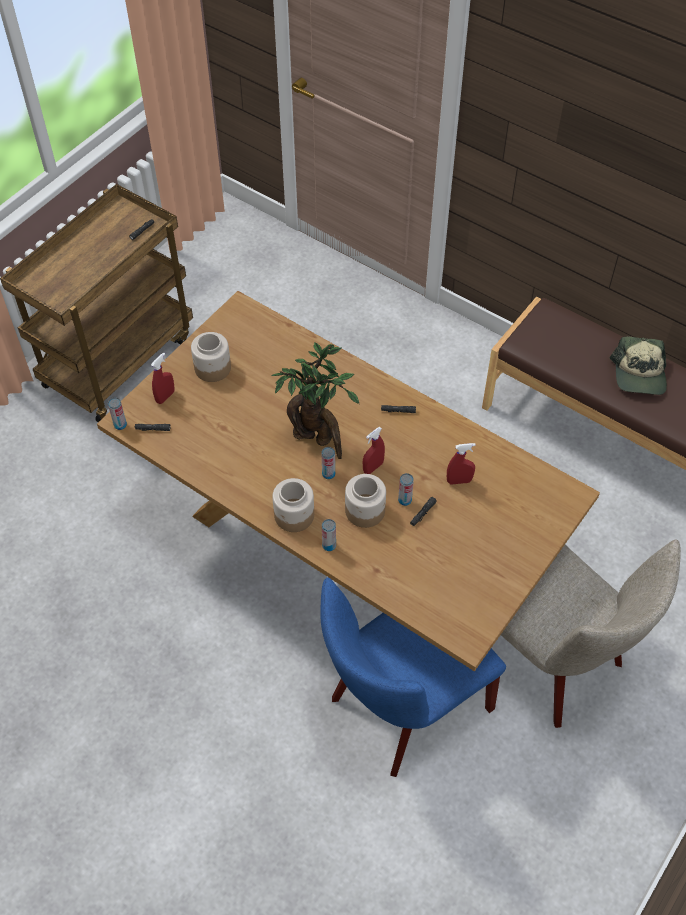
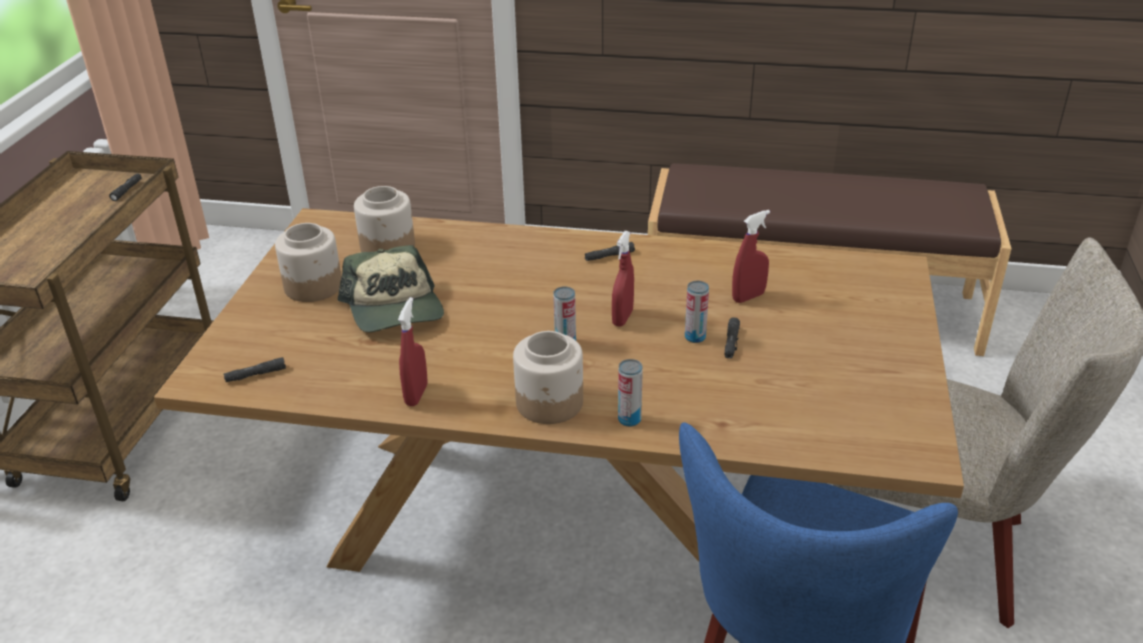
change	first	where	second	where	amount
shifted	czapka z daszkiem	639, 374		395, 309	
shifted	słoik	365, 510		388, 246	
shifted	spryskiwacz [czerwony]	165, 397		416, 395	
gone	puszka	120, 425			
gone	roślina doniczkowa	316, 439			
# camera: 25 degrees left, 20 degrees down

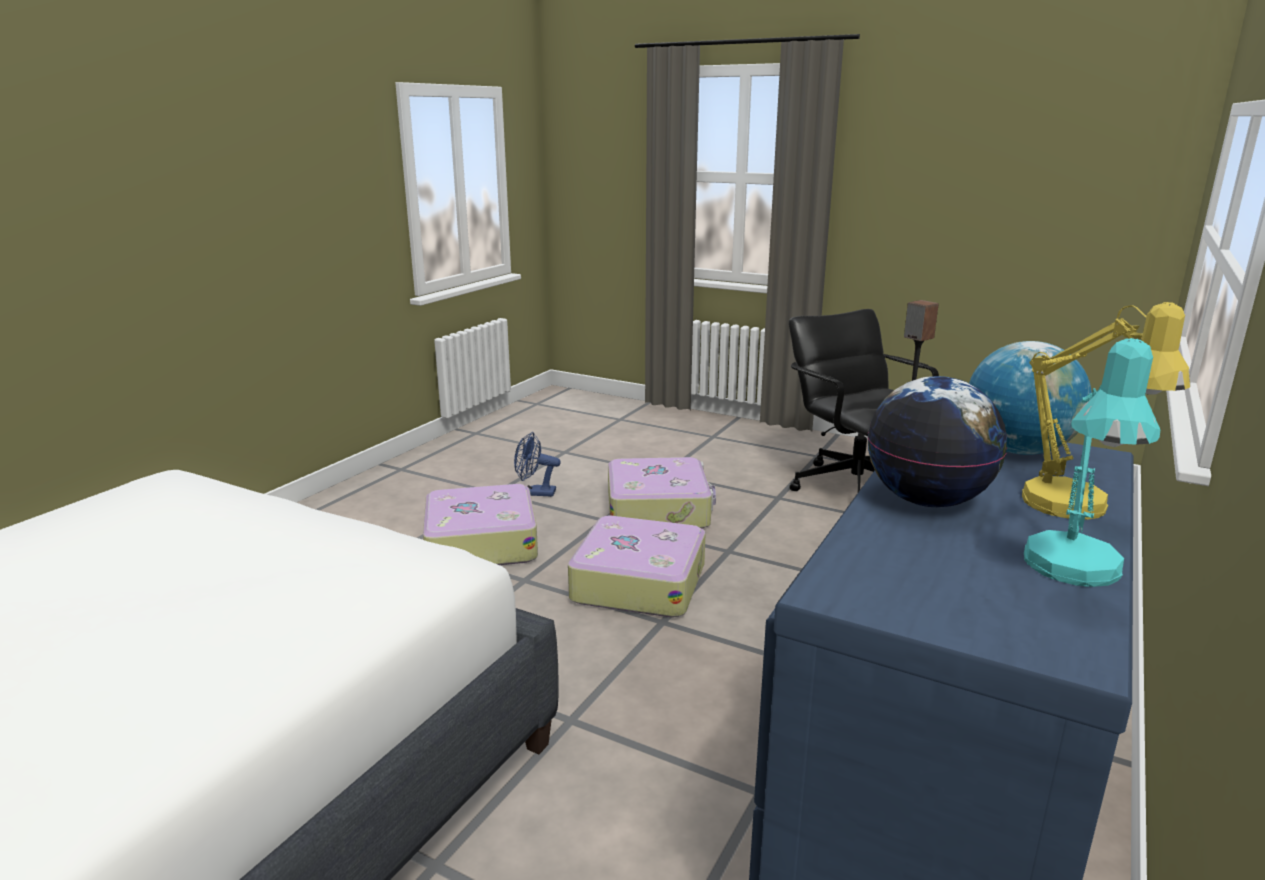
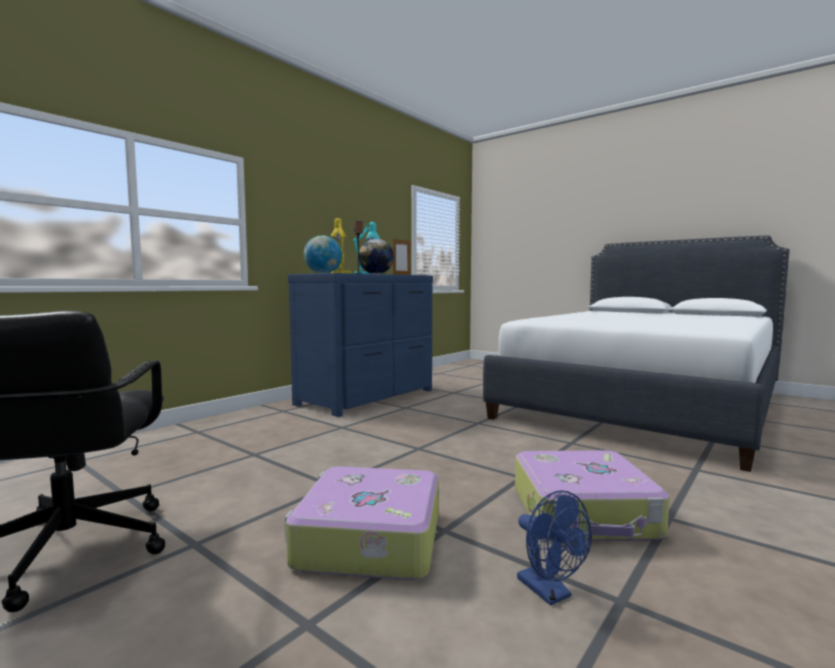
change	first	where	second	where	amount
new			ramka na zdjęcie	401, 274	
rotated	wentylator [niebieski]	535, 493		550, 593	45 degrees clockwise
gone	walizka	638, 582			
# camera: 170 degrees left, 15 degrees down

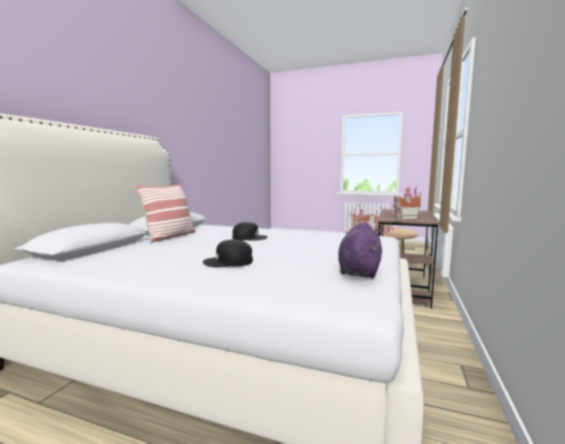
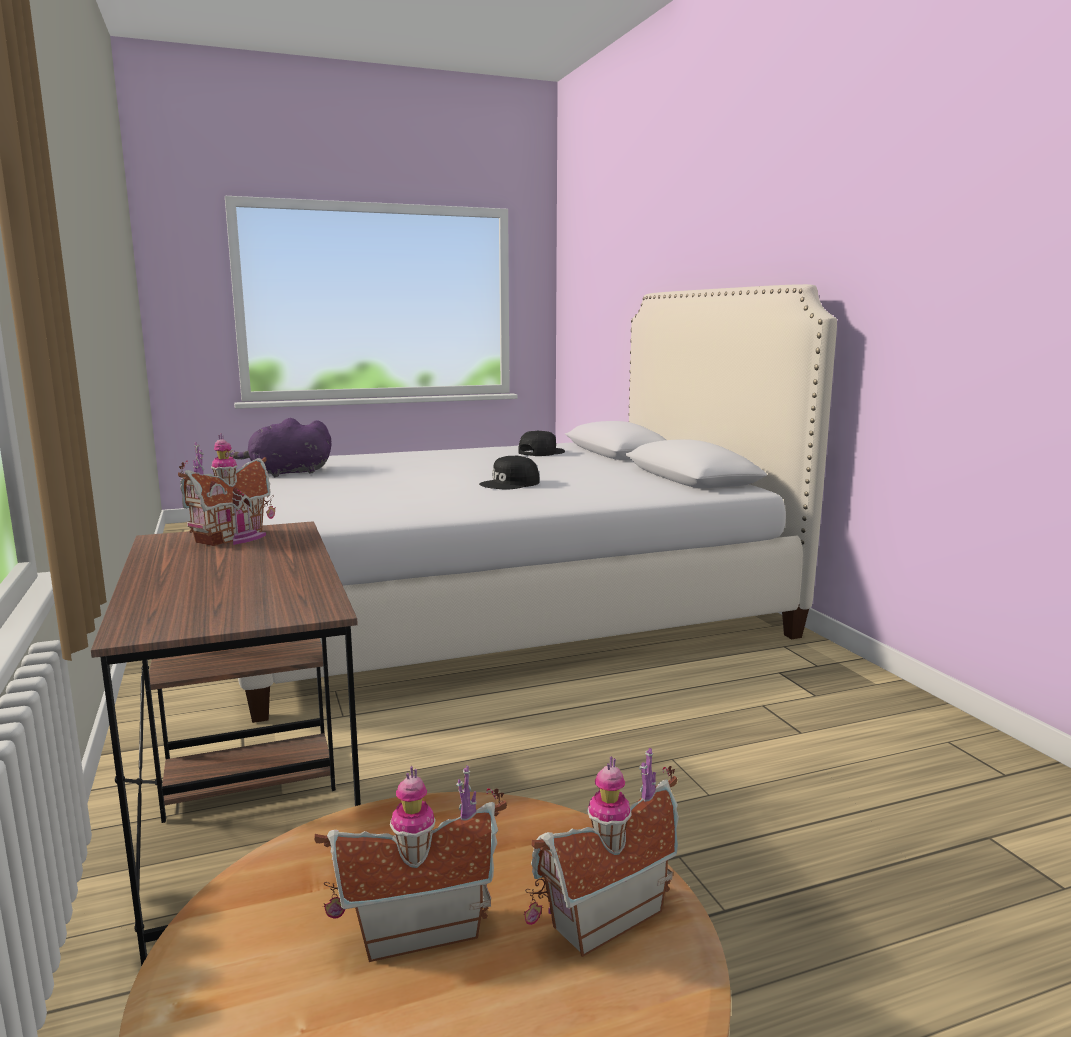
change	first	where	second	where	amount
rotated	pluszak [fioletowy]	359, 270		287, 473	90 degrees clockwise
shifted	czapka z daszkiem [czarny]	229, 262		540, 452	
gone	poduszka	170, 236			
# camera: 140 degrees right, 5 degrees up

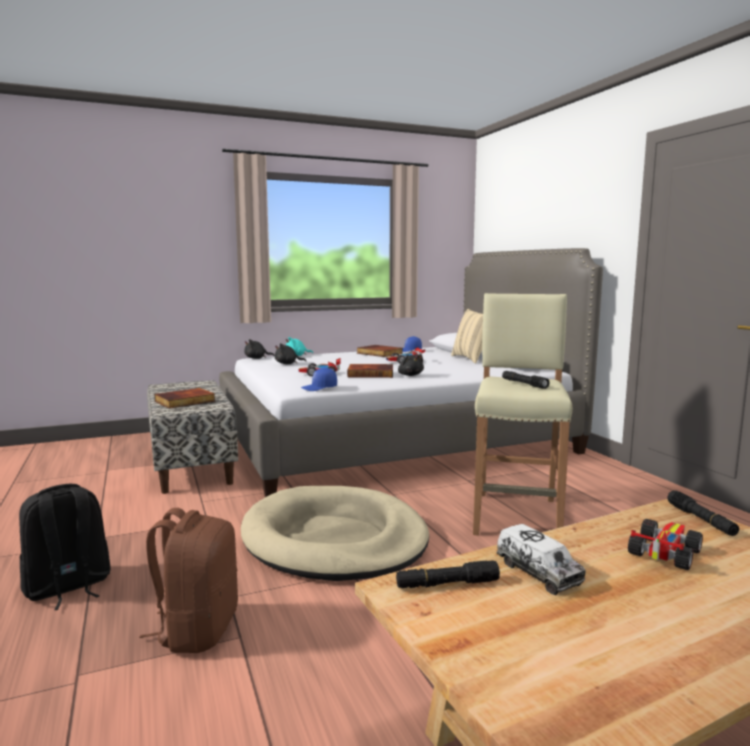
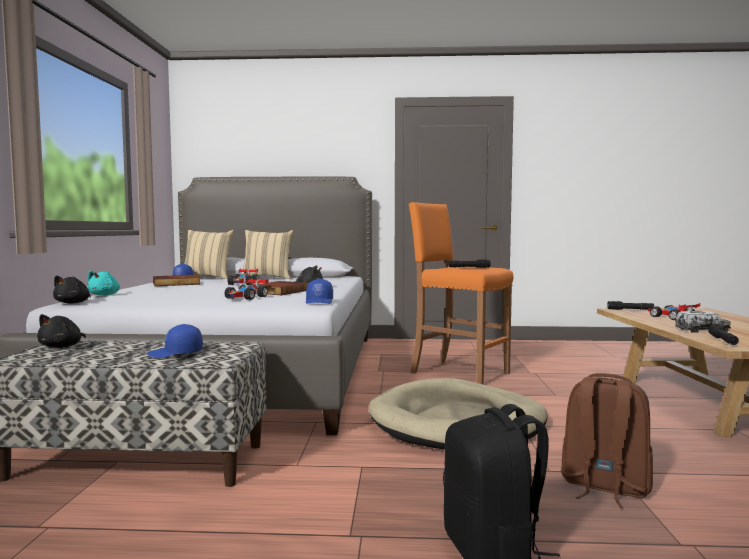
change	first	where	second	where	amount
shifted	pluszak [czarny]	287, 364		62, 347	
swapped	książka	185, 401	czapka z daszkiem [niebieski]	175, 354	
new			poduszka [beżowy]	208, 277	
repainted	stołek [beżowy]	516, 515	stołek [pomarańczowy]	458, 373	
# camera: 65 degrees left, 5 degrees down

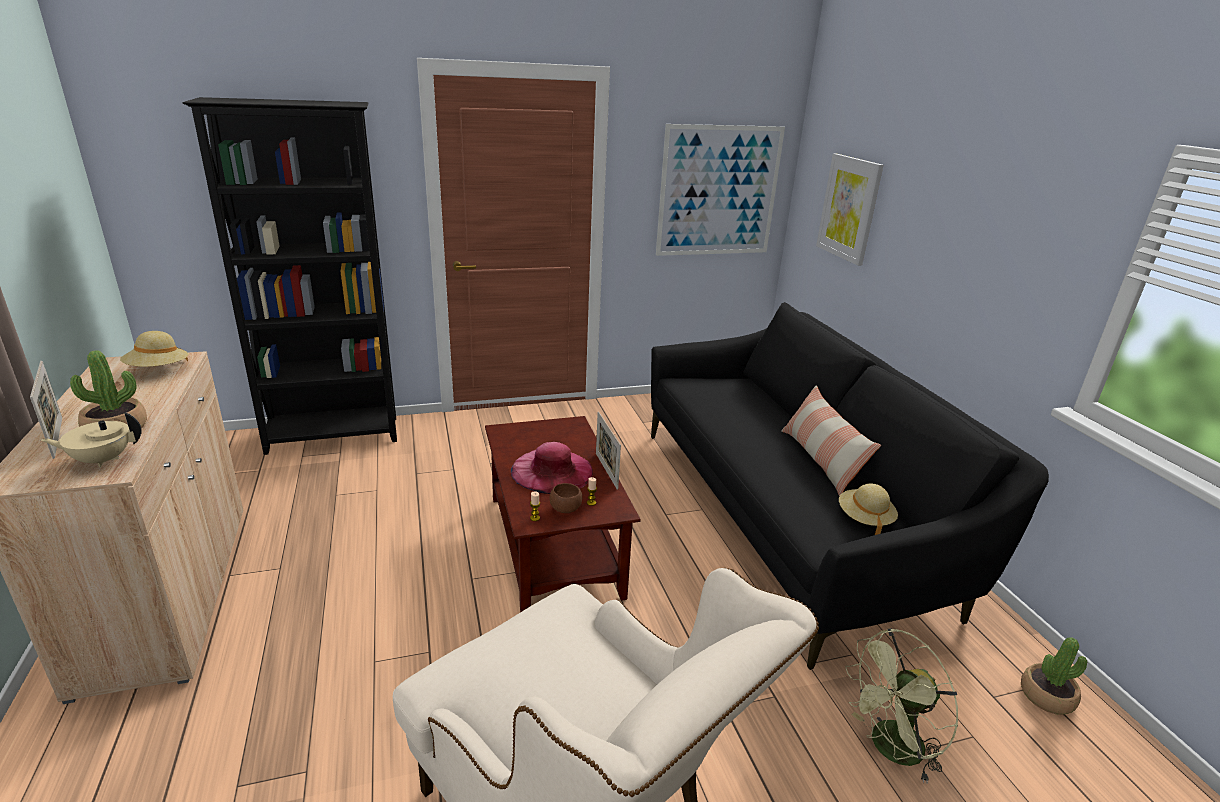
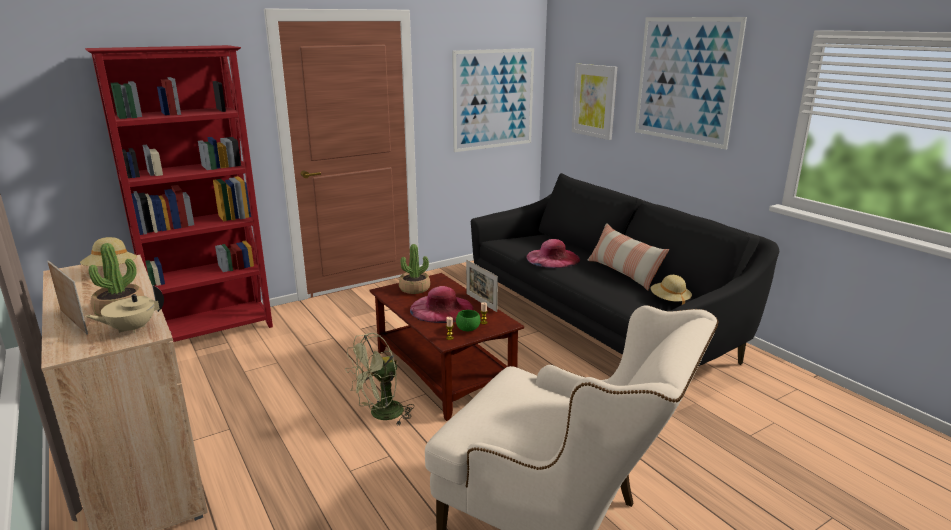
change	first	where	second	where	amount
repainted	regał [czarny]	334, 436	regał [czerwony]	214, 332	
shifted	wentylator [zielony]	889, 749		381, 415	
shifted	roślina doniczkowa	1046, 696		414, 289	
repainted	miska [brązowy]	566, 509	miska [zielony]	468, 329	
new			kapelusz [różowy]	553, 258	
new			obraz	685, 80	
# camera: 15 degrees left, 5 degrees down

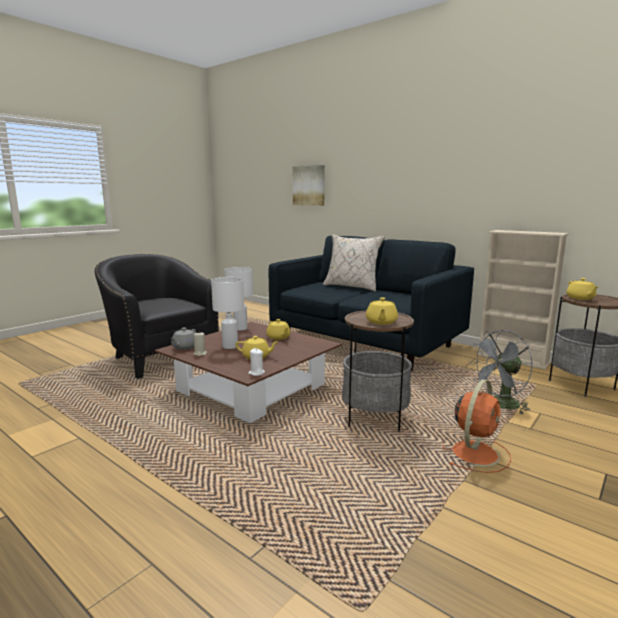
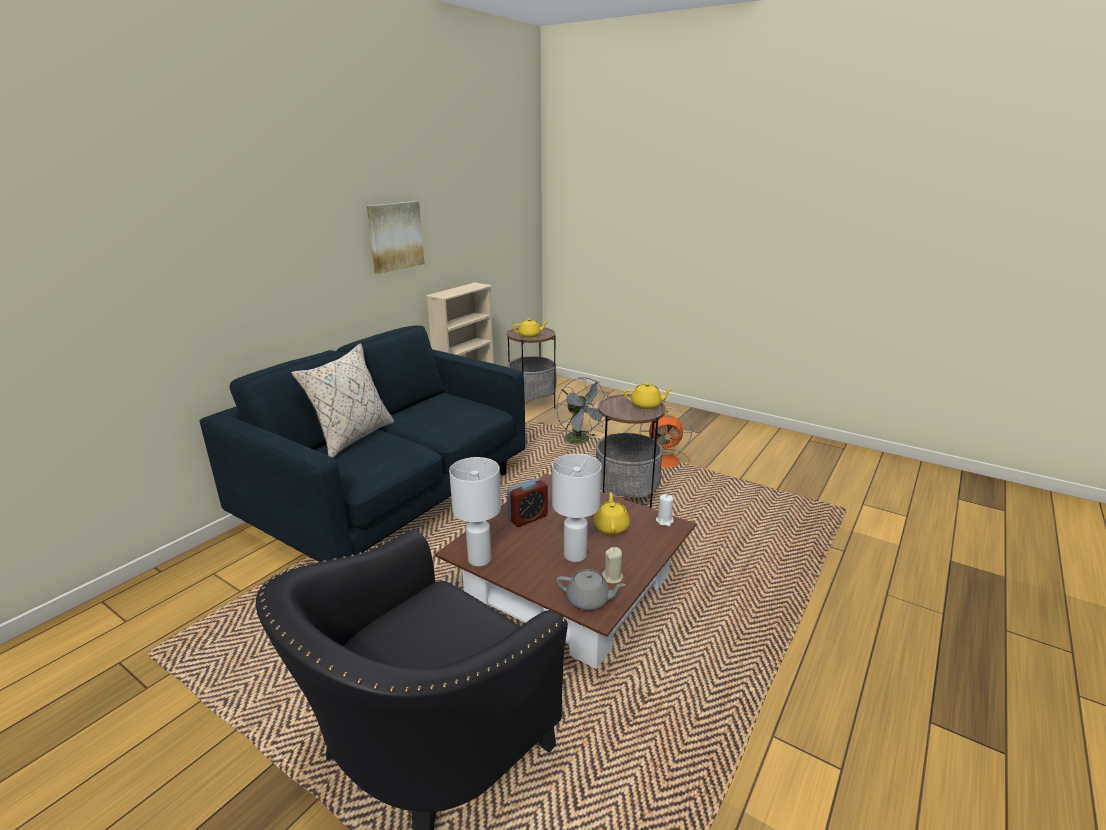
change	first	where	second	where	amount
shifted	obraz	309, 185		395, 236	
swapped	imbryk [żółty]	278, 337	budzik	528, 518	
rotated	wentylator [pomarańczowy]	475, 452		665, 460	150 degrees clockwise
# camera: 95 degrees left, 10 degrees up

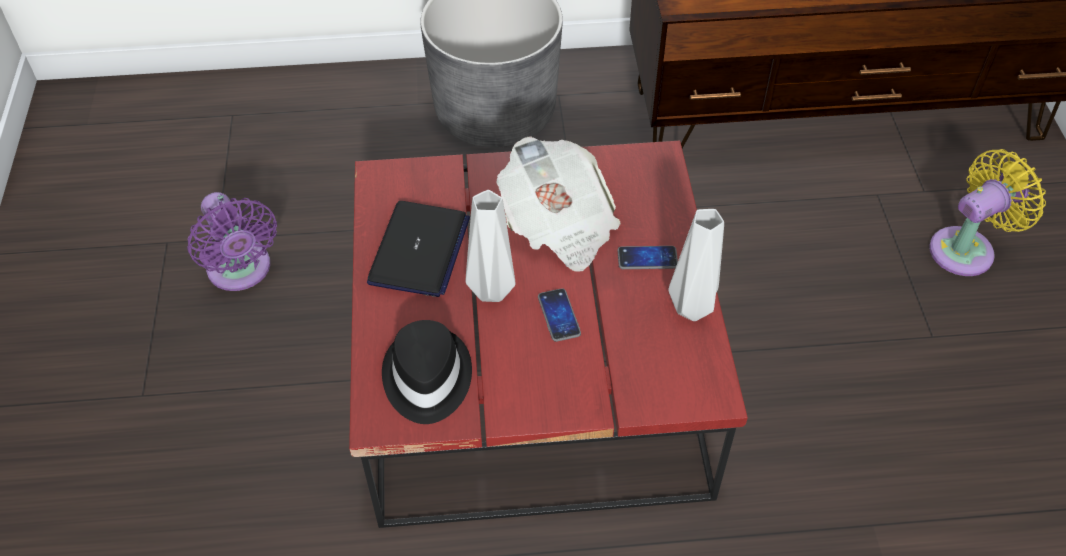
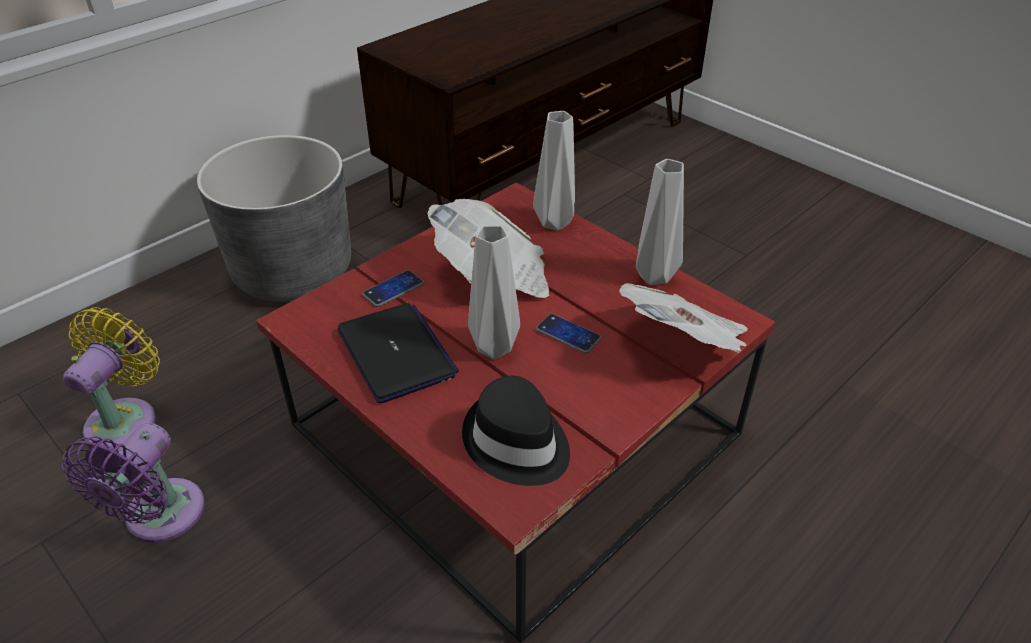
change	first	where	second	where	amount
rotated	wentylator [fioletowy]	241, 271		159, 518	90 degrees clockwise
shifted	wentylator [żółty]	967, 249		126, 419	
shifted	telefon	647, 258		393, 289	
new			wazon [szary]	553, 223	
new			gazeta	684, 343	
# camera: 40 degrees left, 10 degrees down

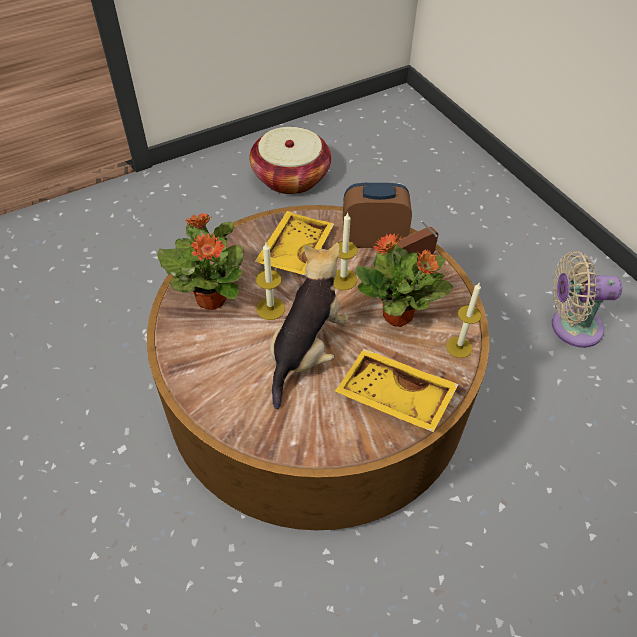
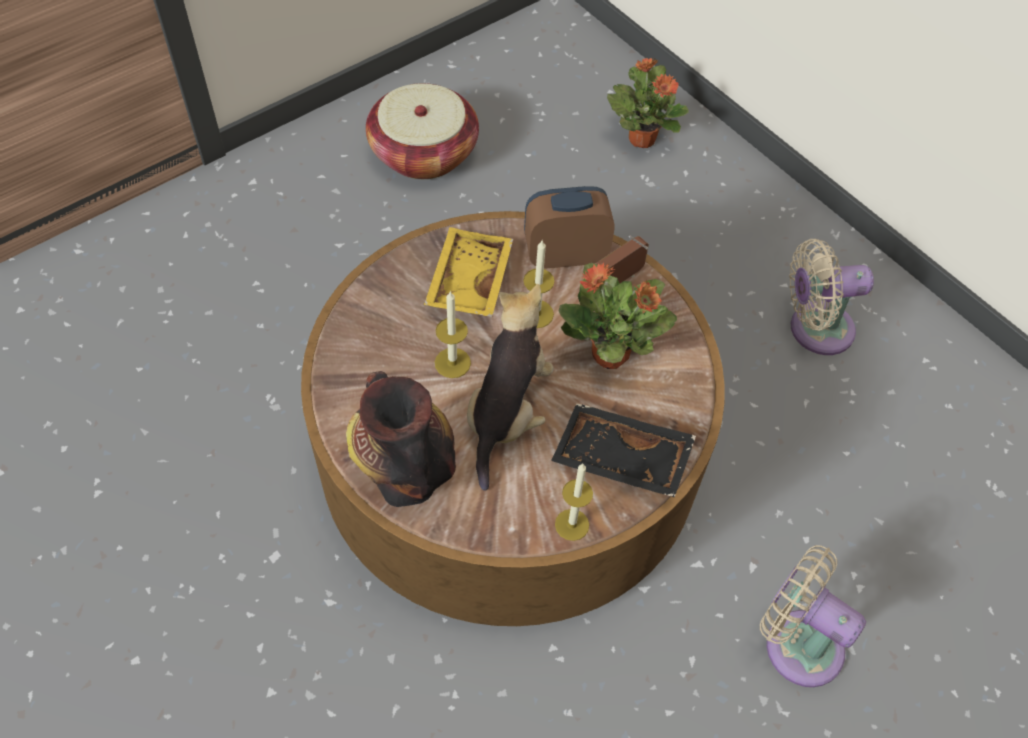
change	first	where	second	where	amount
new			wazon	405, 477	
repainted	taca [żółty]	393, 398	taca [czarny]	620, 460	
shifted	świeca	459, 347		572, 524	
shifted	roślina doniczkowa	211, 298		641, 138	
new			wentylator [beżowy]	796, 642	
# camera: 10 degrees left, 5 degrees up

